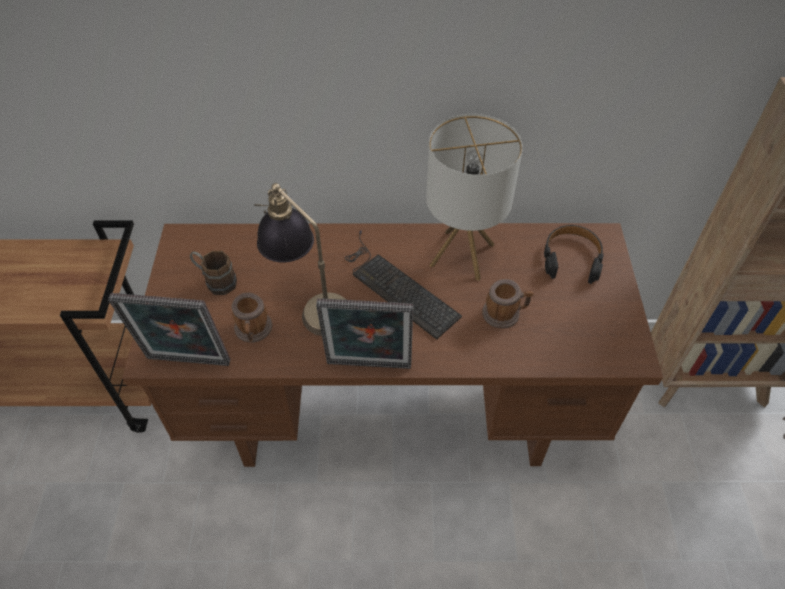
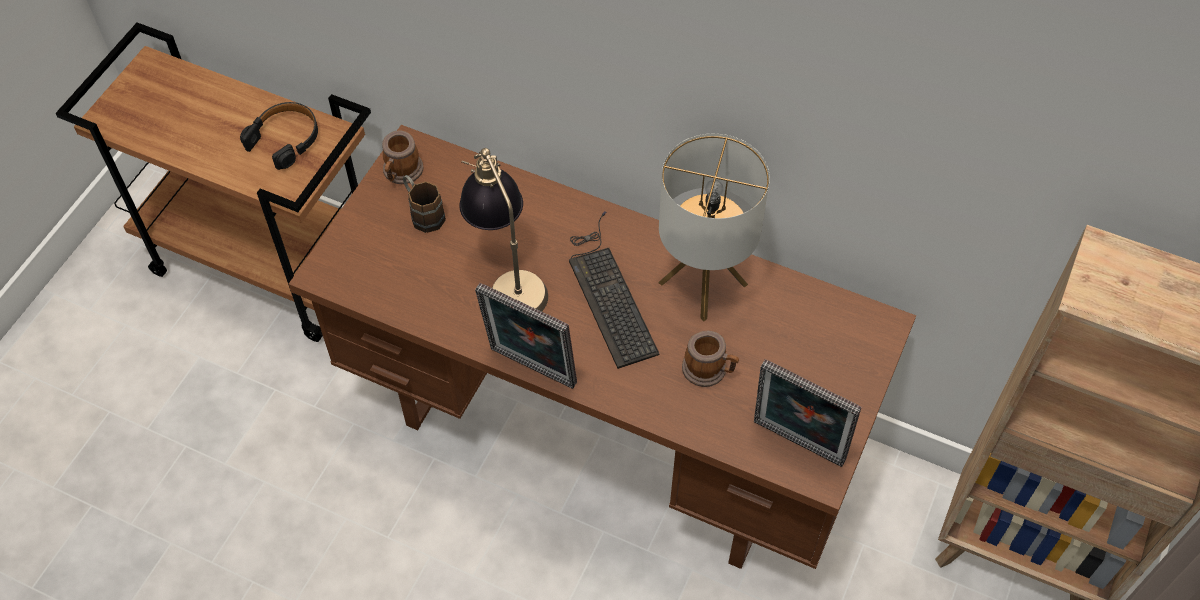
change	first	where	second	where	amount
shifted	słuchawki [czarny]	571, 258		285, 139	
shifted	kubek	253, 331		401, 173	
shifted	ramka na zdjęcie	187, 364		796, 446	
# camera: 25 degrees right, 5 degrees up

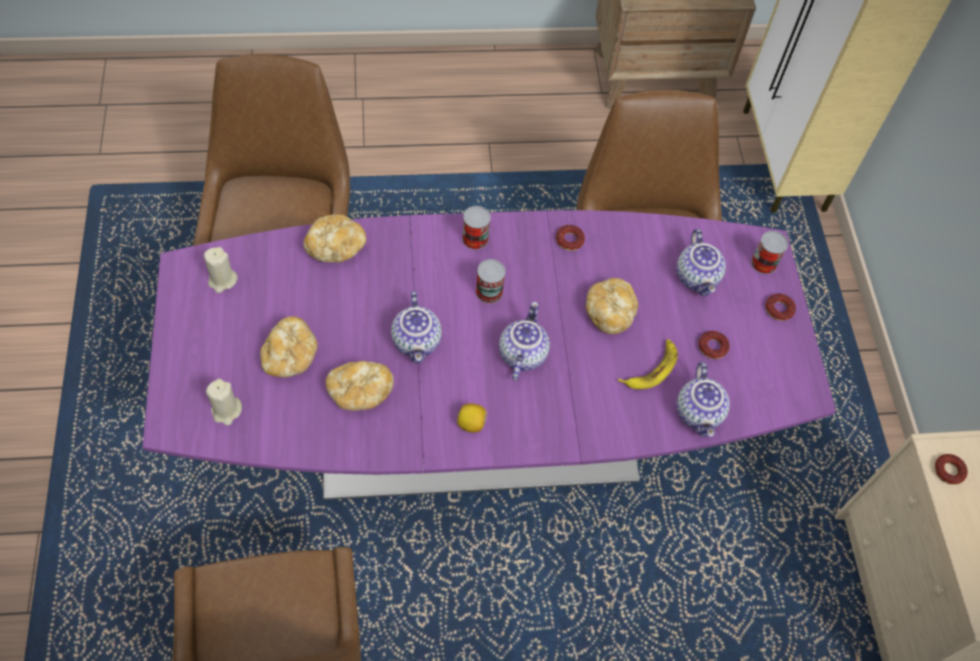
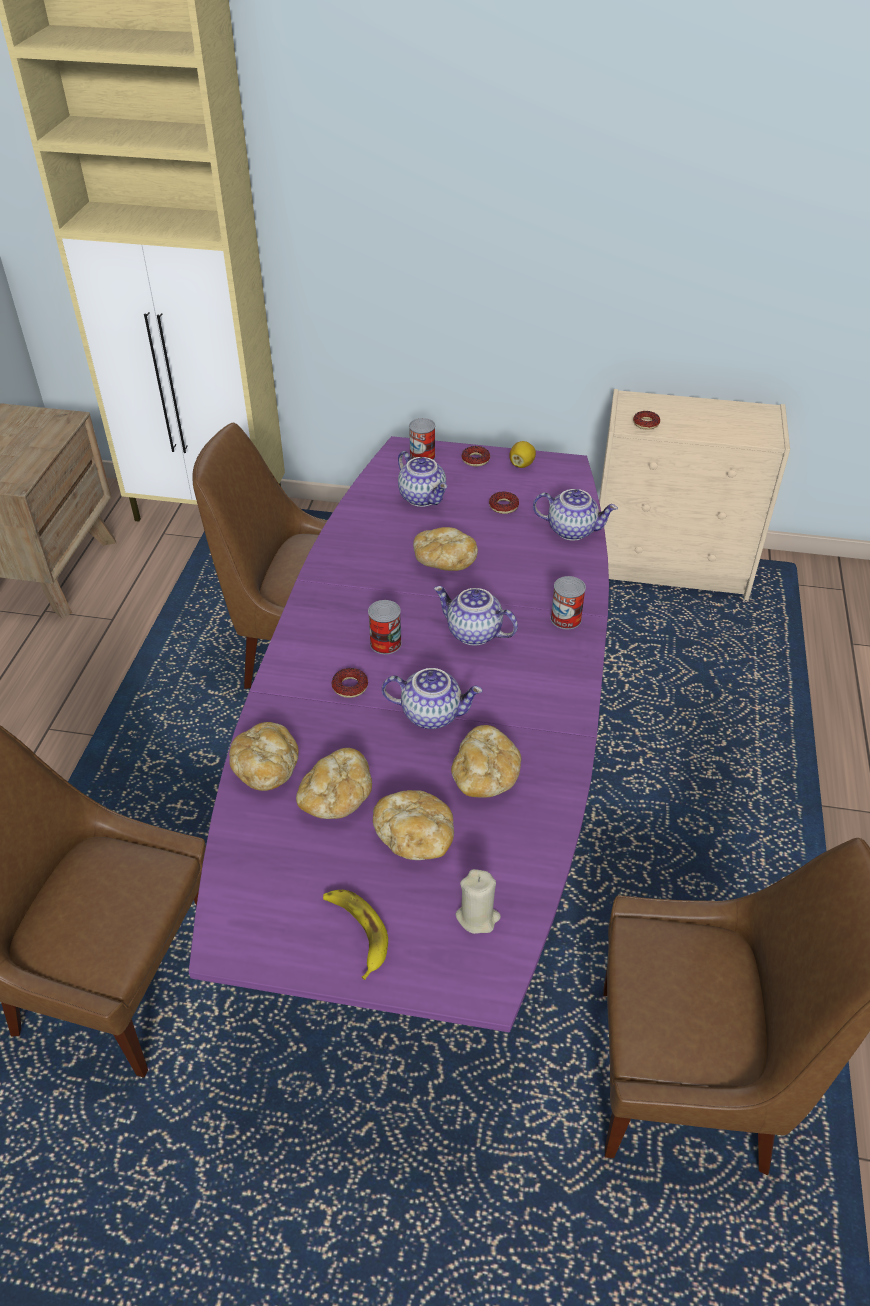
change	first	where	second	where	amount
new			chleb	336, 798	
shifted	banan	651, 368		356, 932	
shifted	donut	569, 240		350, 686	
rotated	imbryk	698, 278		423, 497	45 degrees clockwise
shifted	cytryna	471, 423		521, 464	
shifted	puszka	475, 238		565, 619	
gone	świeca [beżowy]	222, 280			
# camera: 70 degrees left, 15 degrees down

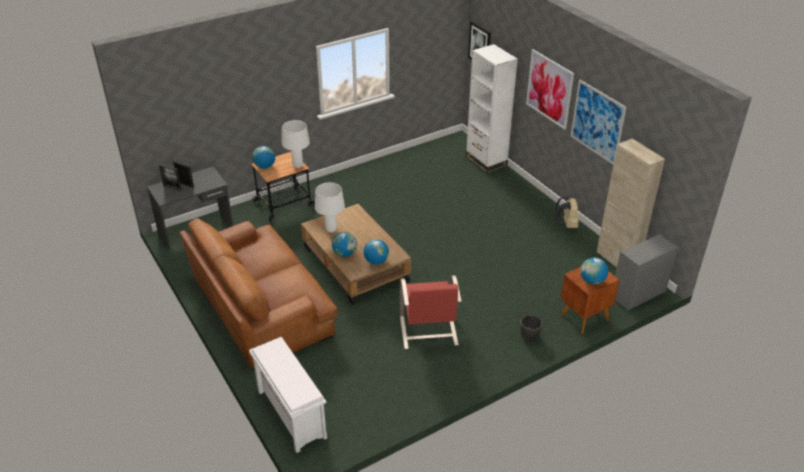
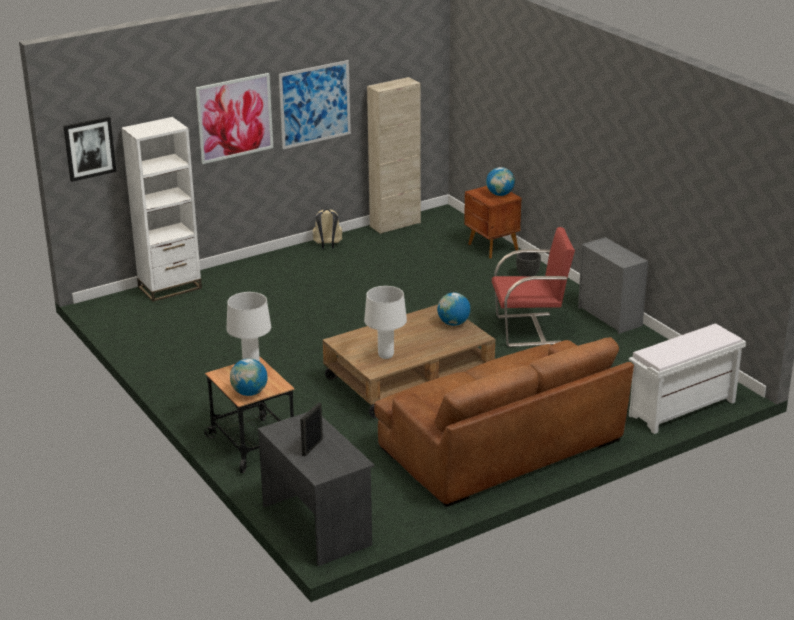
change	first	where	second	where	amount
shifted	komoda [szary]	637, 294		610, 317	
gone	ramka na zdjęcie	172, 188			
gone	globus	345, 254			
# camera: 90 degrees left, 10 degrees down

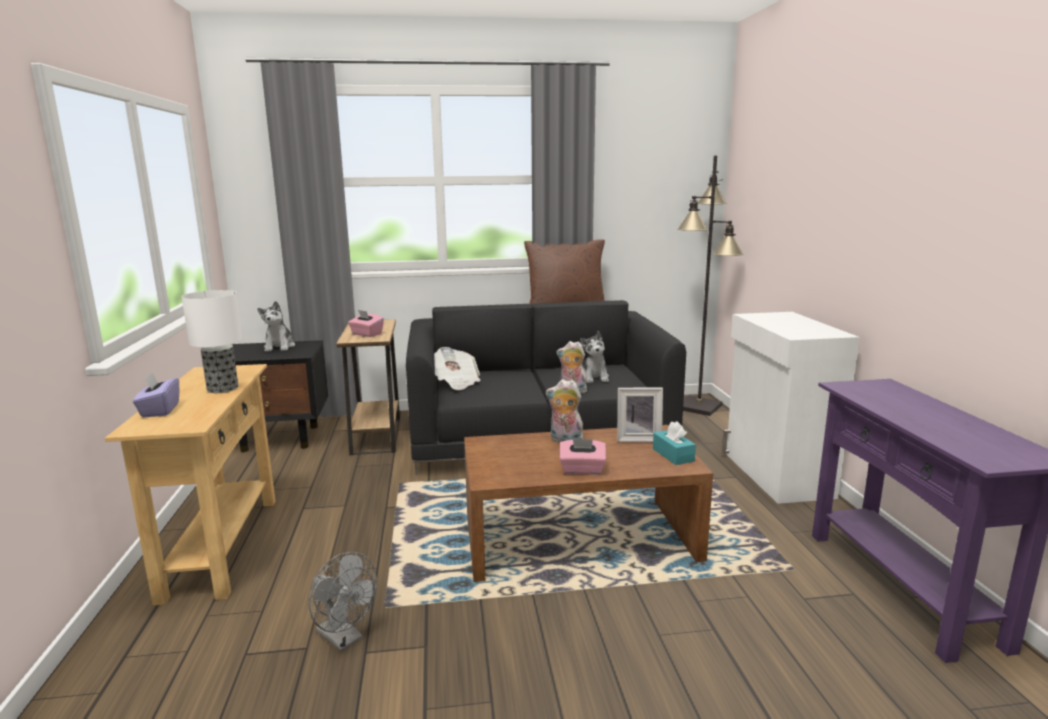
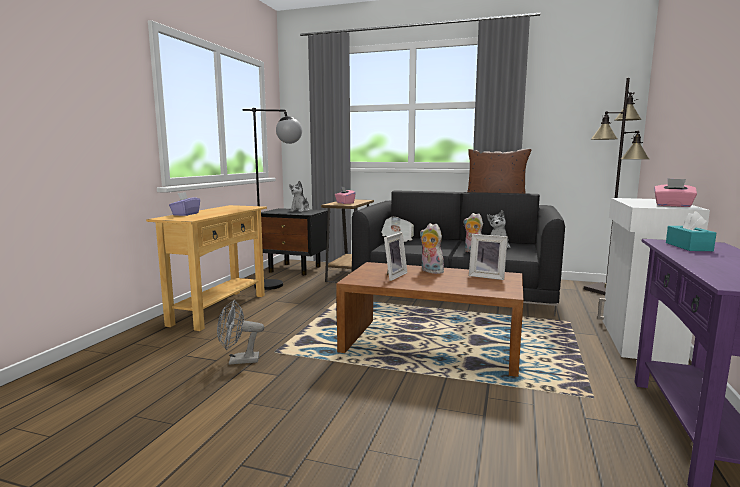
change	first	where	second	where	amount
rotated	wentylator [szary]	344, 639		238, 361	105 degrees clockwise
new			lampa stojąca [czarny]	279, 285	
new			ramka na zdjęcie	392, 276	
shifted	pudełko chusteczek [różowy]	582, 470		673, 205	
shifted	pudełko chusteczek [turkusowy]	673, 455		688, 247	
gone	lampa stołowa	223, 389			
# camera: 25 degrees right, 5 degrees down

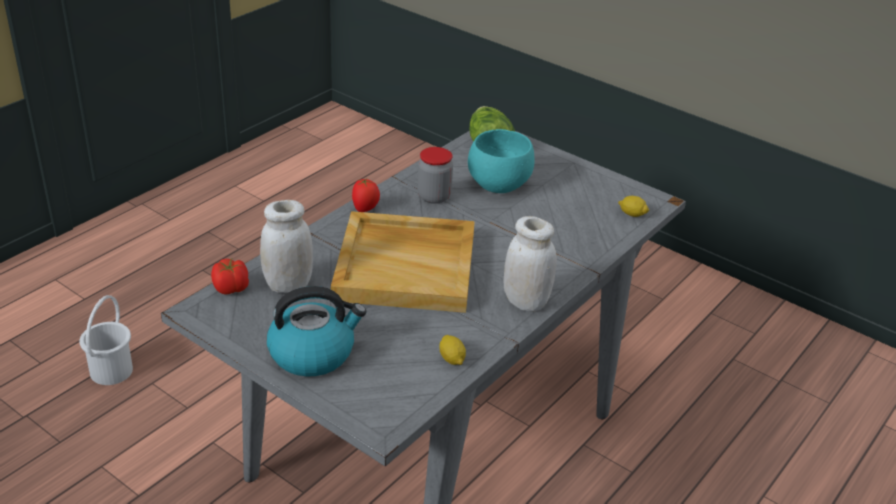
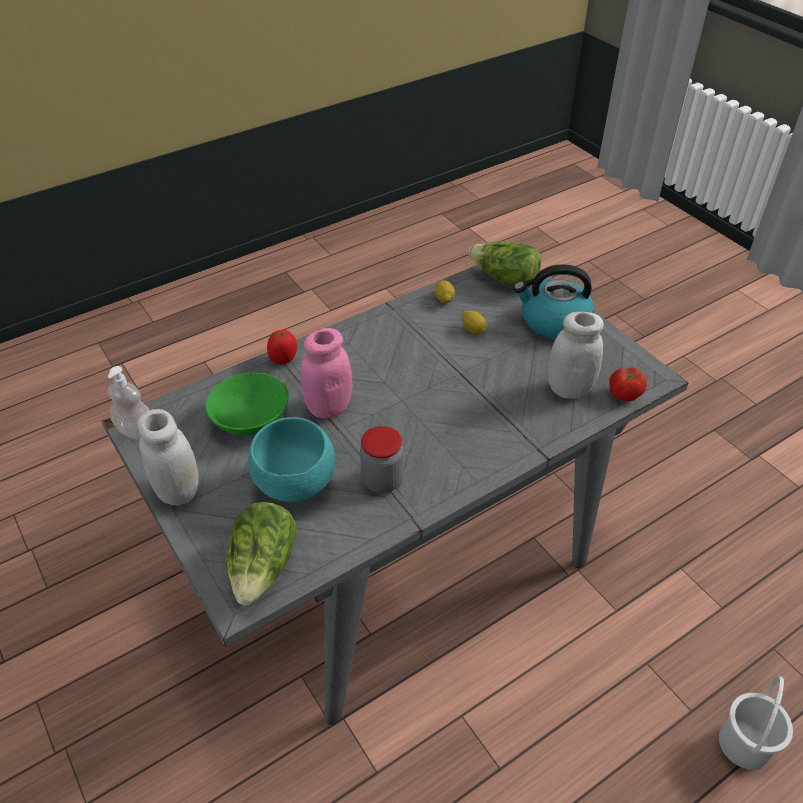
change	first	where	second	where	amount
new			dozownik mydła	137, 430	
shifted	słoik [biały]	526, 302		178, 491	
new			miska [zielony]	251, 421	
shifted	pomidor	365, 209		284, 359	
new			słoik [różowy]	328, 407	
shifted	cytryna	632, 214		473, 330	
new			sałata	504, 279	
gone	taca [beżowy]	407, 266			
# camera: 160 degrees left, 10 degrees up

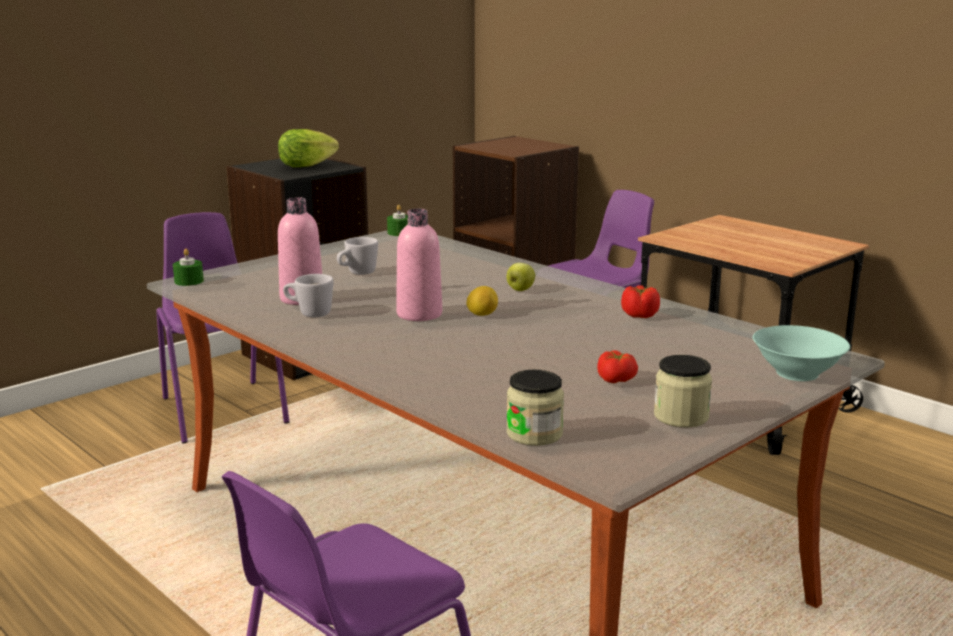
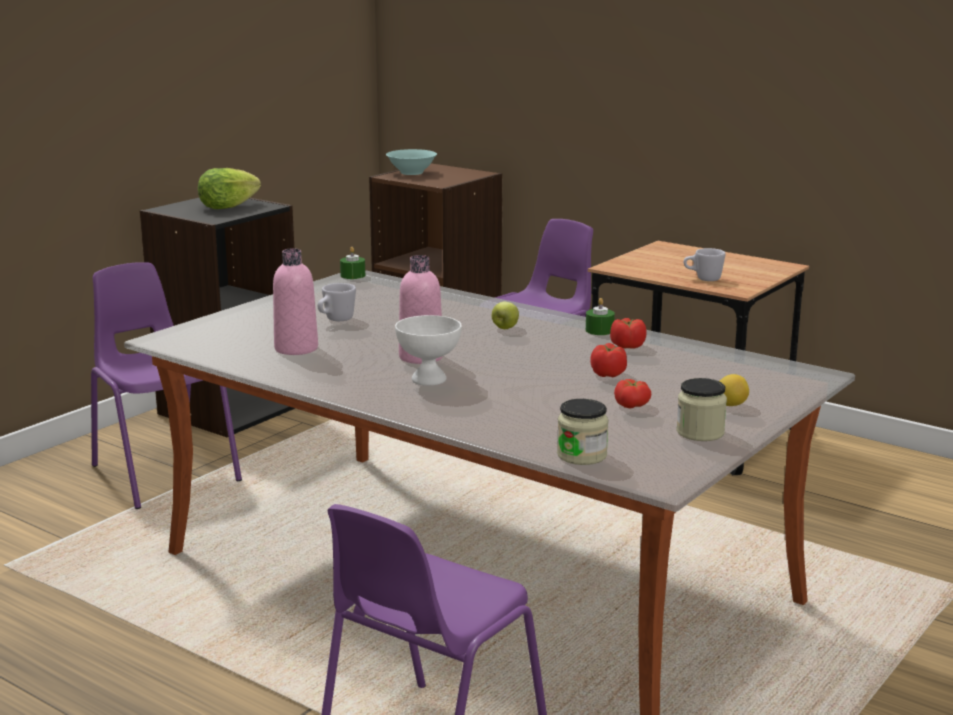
change	first	where	second	where	amount
shifted	miska [turkusowy]	796, 373		411, 172	
new			miska [biały]	428, 379	
shifted	świeca [zielony]	189, 281		599, 330	
new			pomidor	608, 374	
shifted	kubek [biały]	309, 313		703, 279	
shifted	cytryna	482, 315		730, 405	
# camera: 10 degrees left, 0 degrees up

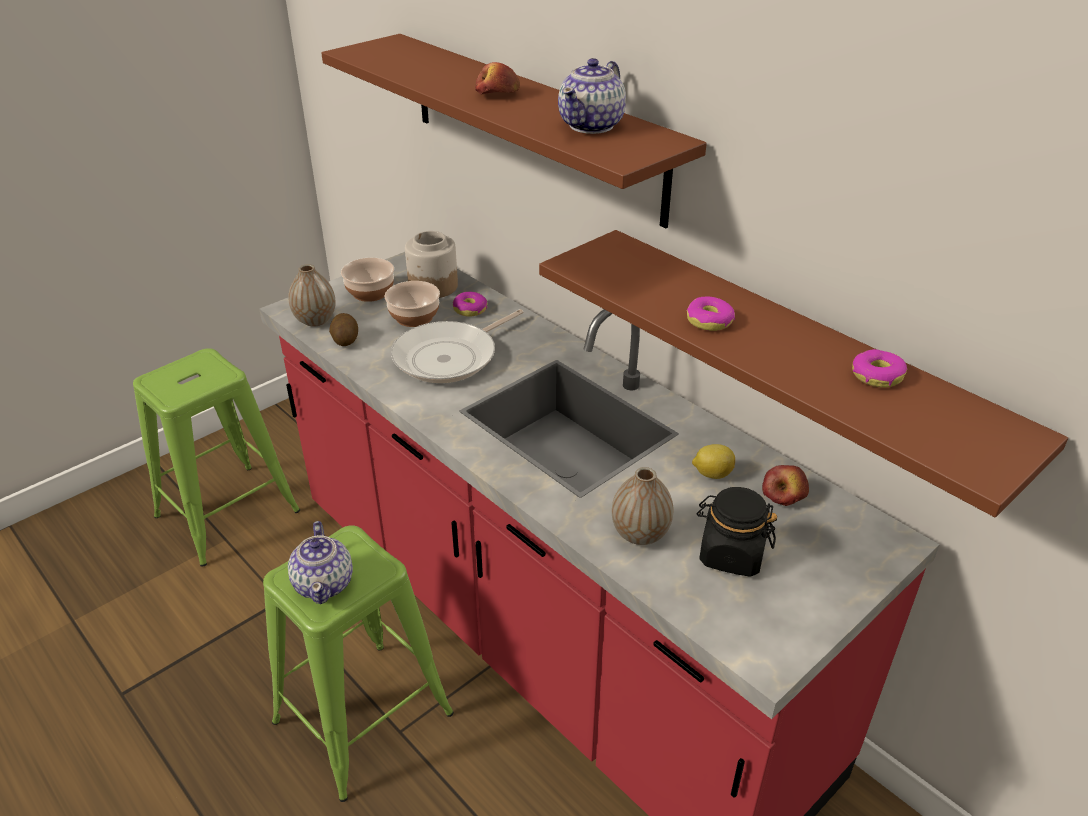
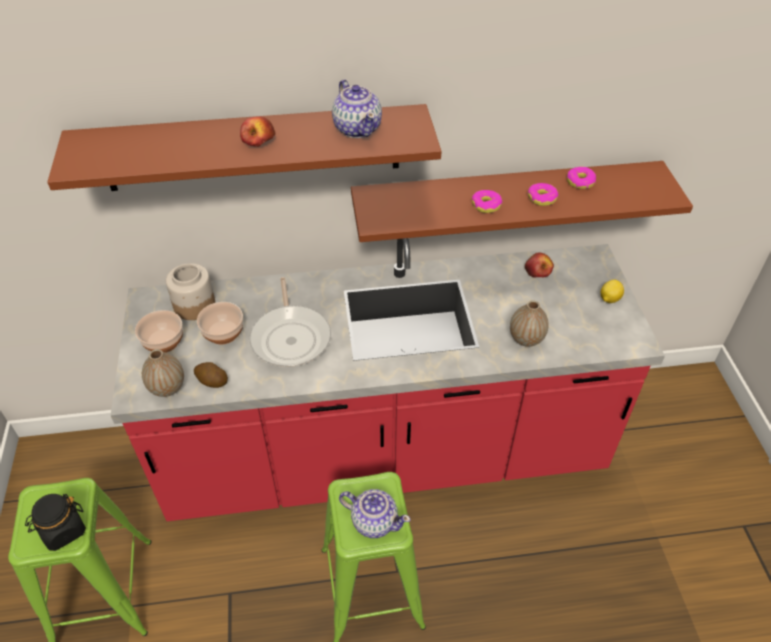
change	first	where	second	where	amount
shifted	słoik [czarny]	731, 554		63, 530	
shifted	donut	470, 309		542, 198	
shifted	cytryna	712, 473		609, 299	
# camera: 55 degrees left, 10 degrees up

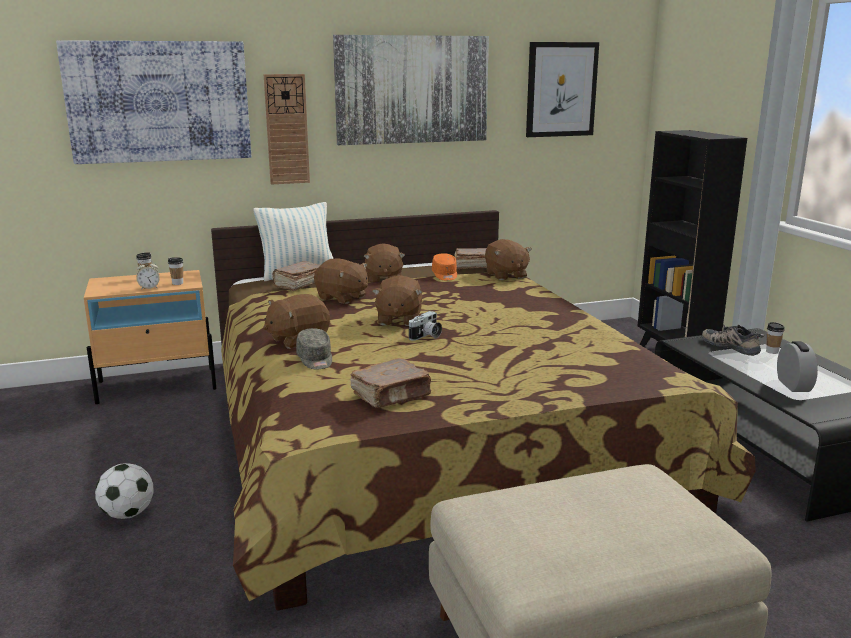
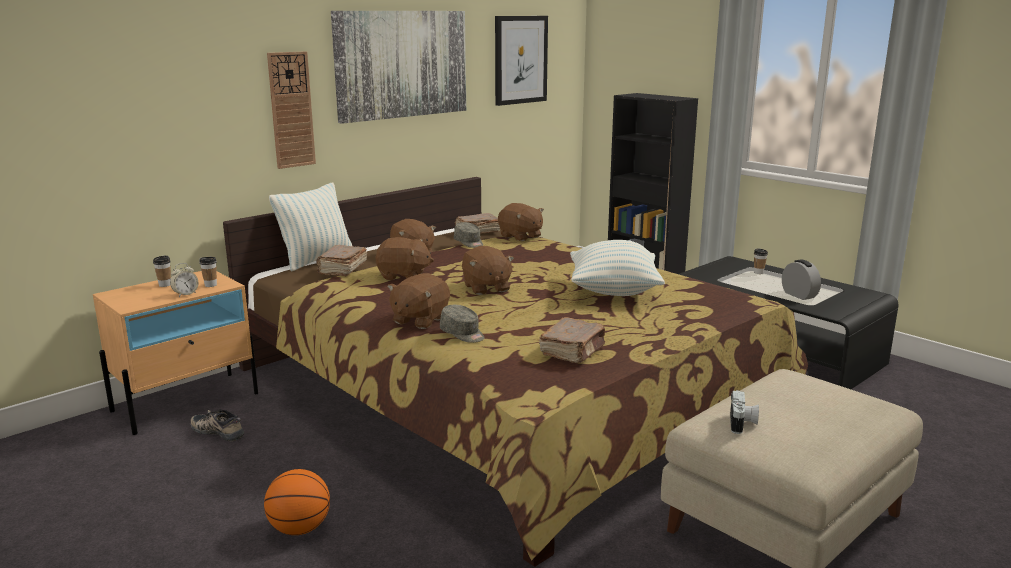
change	first	where	second	where	amount
shifted	but	732, 346		219, 431	
swapped	piłka futbolowa	128, 514	piłka do koszykówki	299, 529	
repainted	czapka z daszkiem [pomarańczowy]	445, 275	czapka z daszkiem [szary]	469, 243	
new			poduszka	613, 291	
shifted	aparat fotograficzny	426, 336		742, 423	
gone	obraz	159, 101			
# camera: 25 degrees left, 0 degrees up

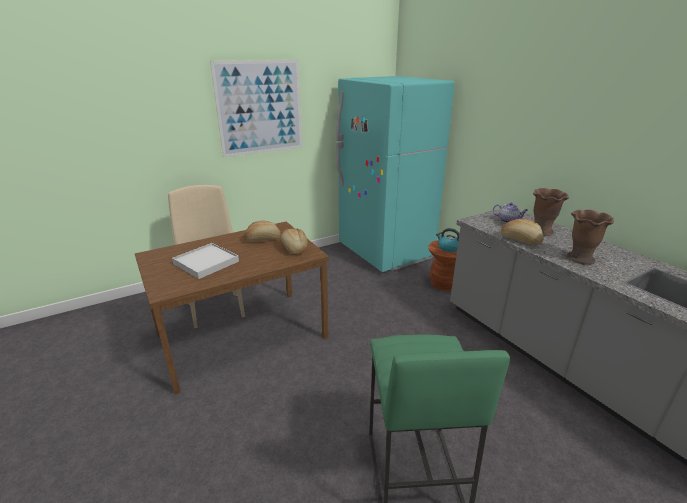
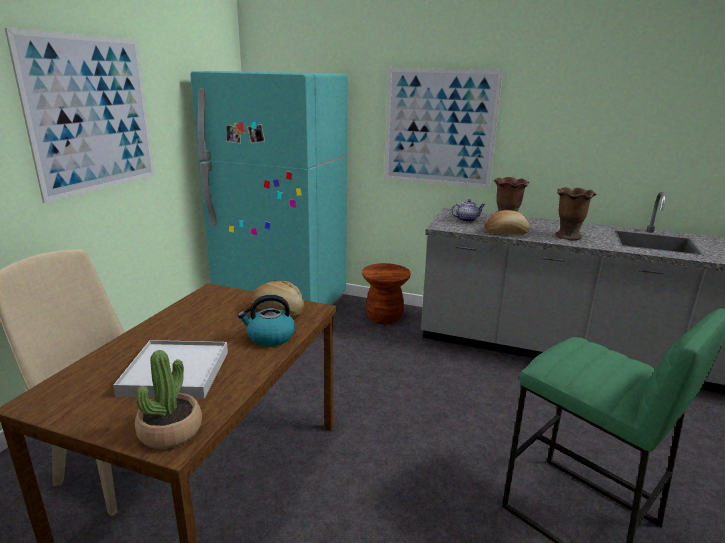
change	first	where	second	where	amount
new			roślina doniczkowa	170, 431	
shifted	czajnik	448, 248		270, 337	
new			obraz	439, 128	
gone	chleb	262, 240			
# camera: 40 degrees left, 5 degrees down

